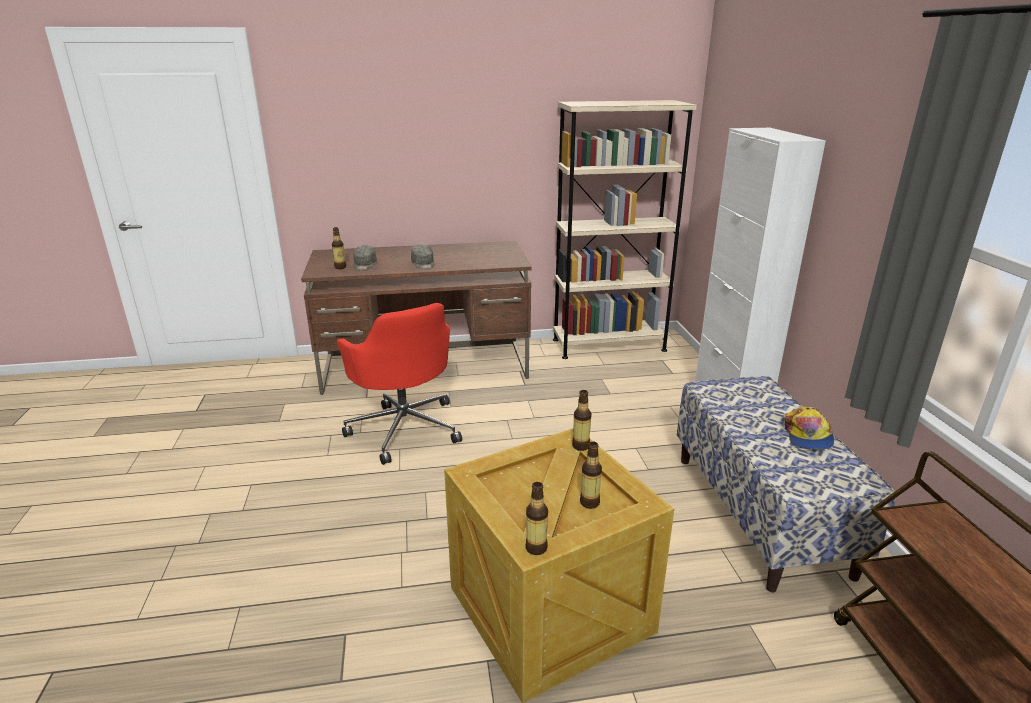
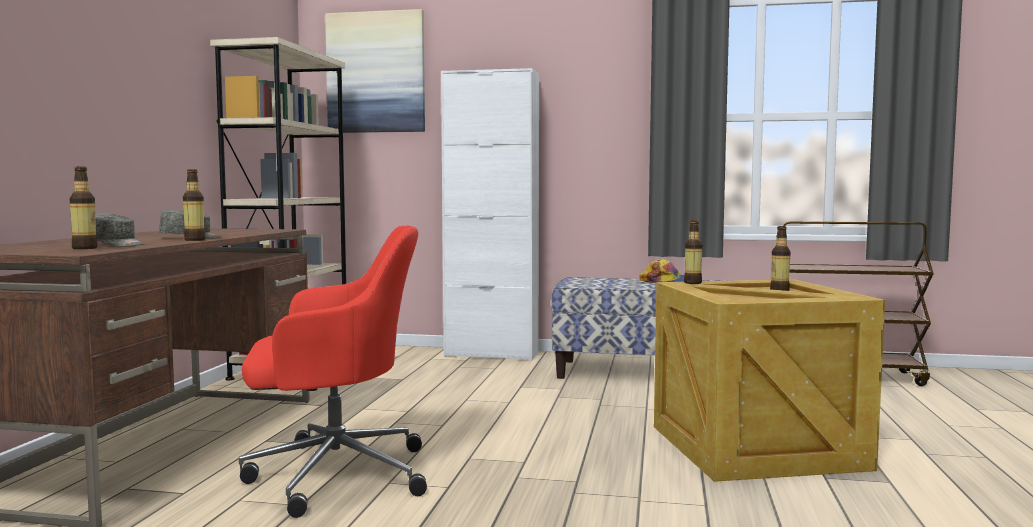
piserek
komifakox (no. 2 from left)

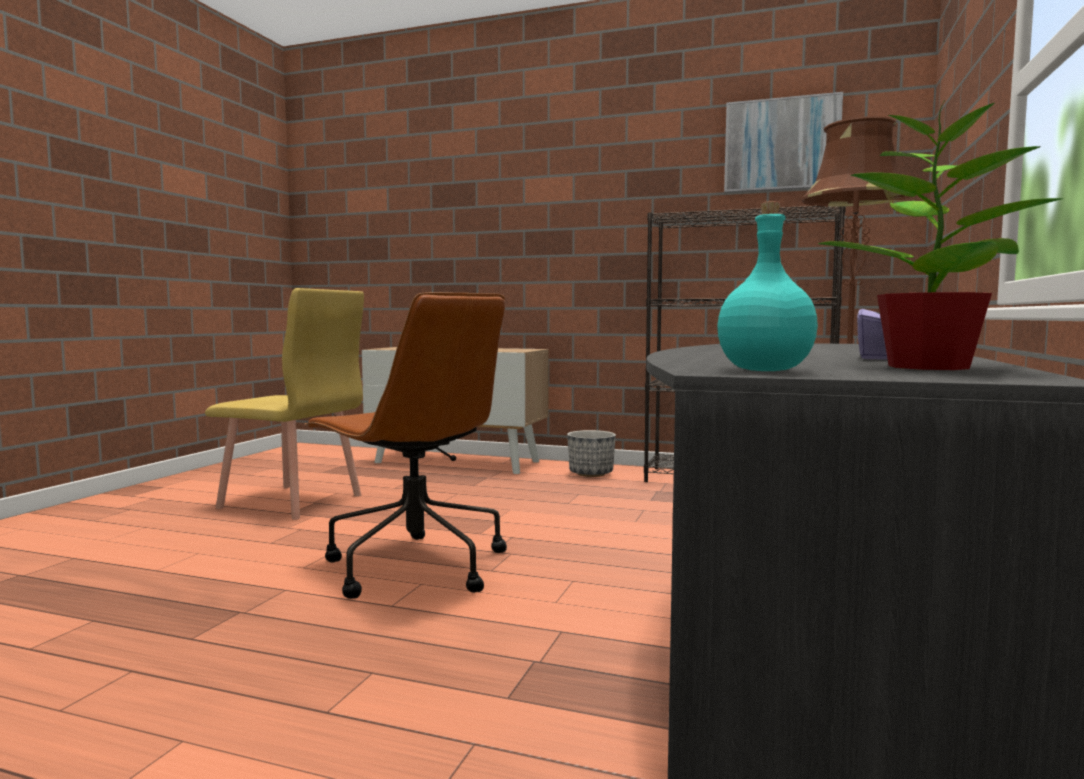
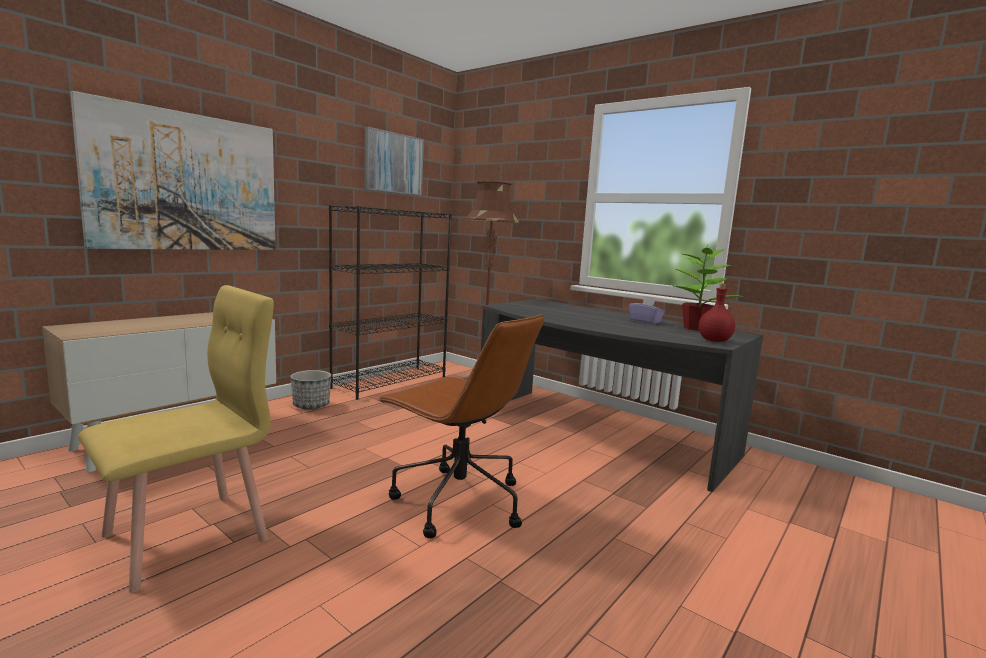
piserek (no. 1 from left)
red komifakox
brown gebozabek

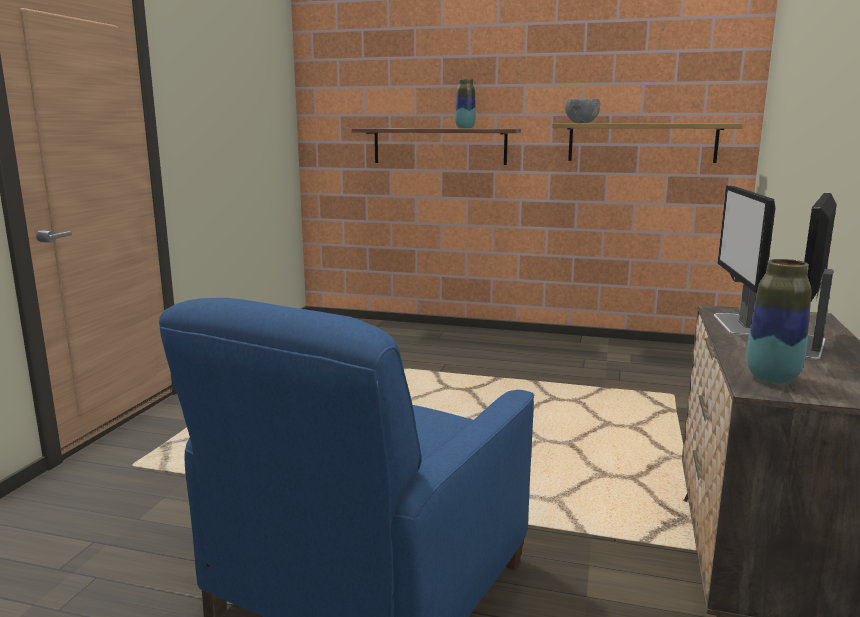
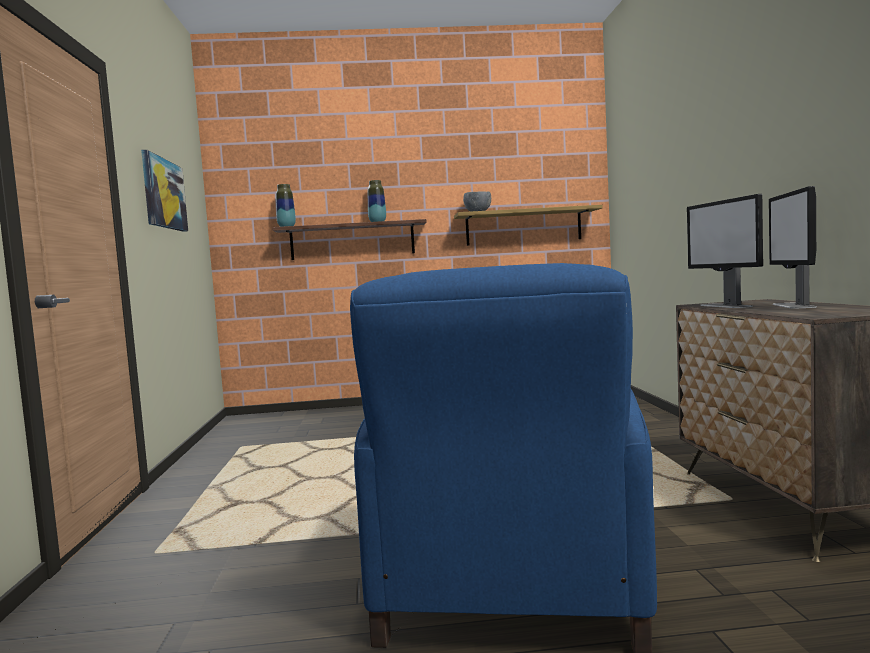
piserek
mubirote (no. 1 from left)

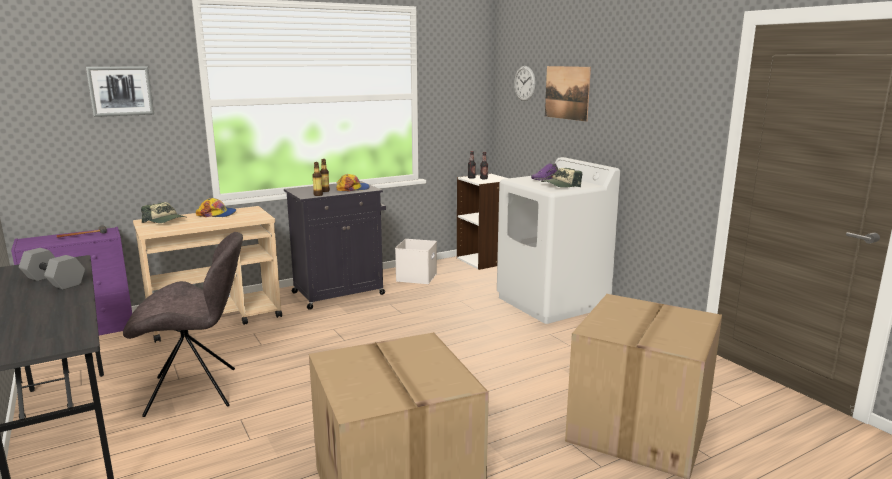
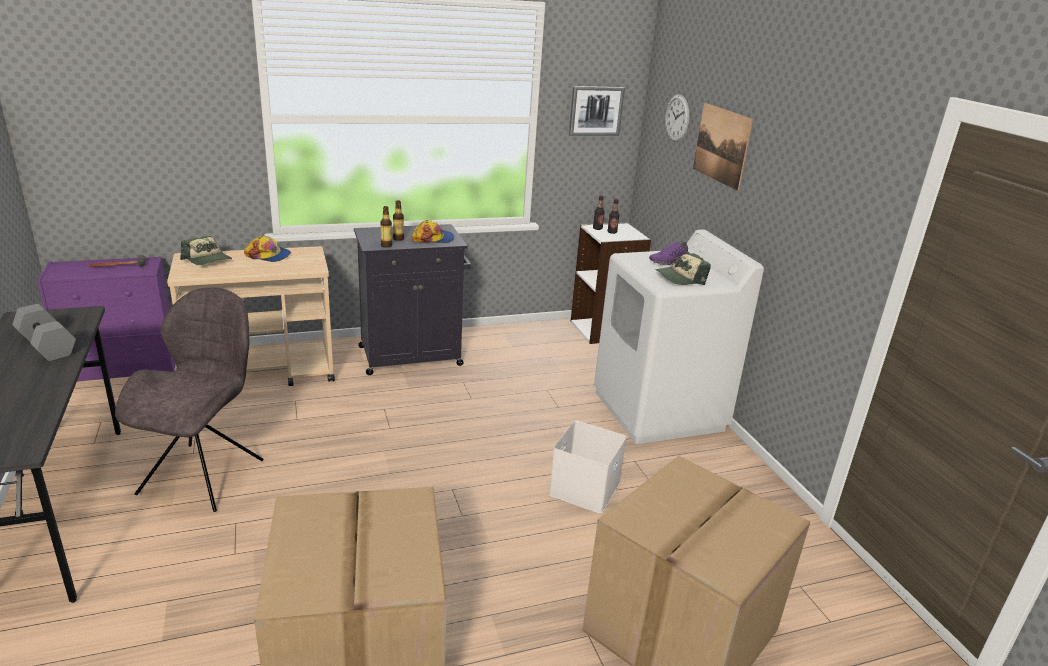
piserek (no. 1 from left)
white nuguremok
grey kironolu

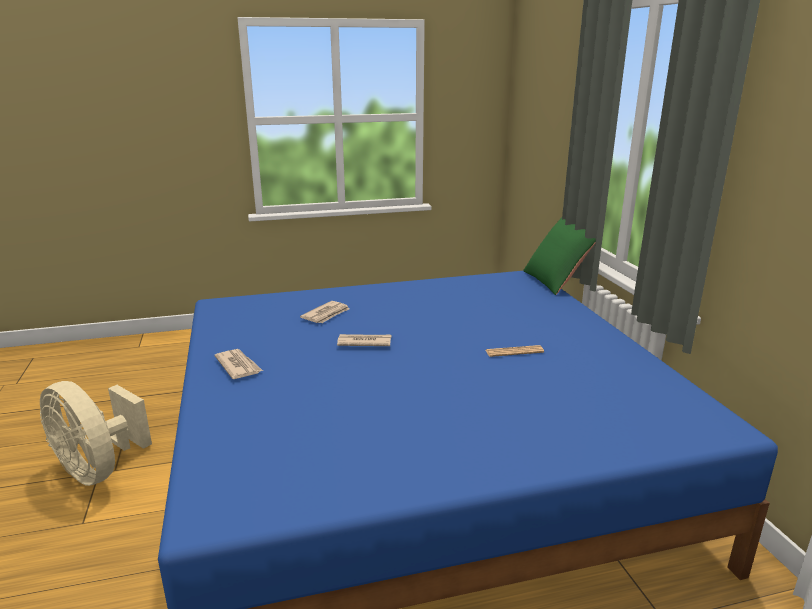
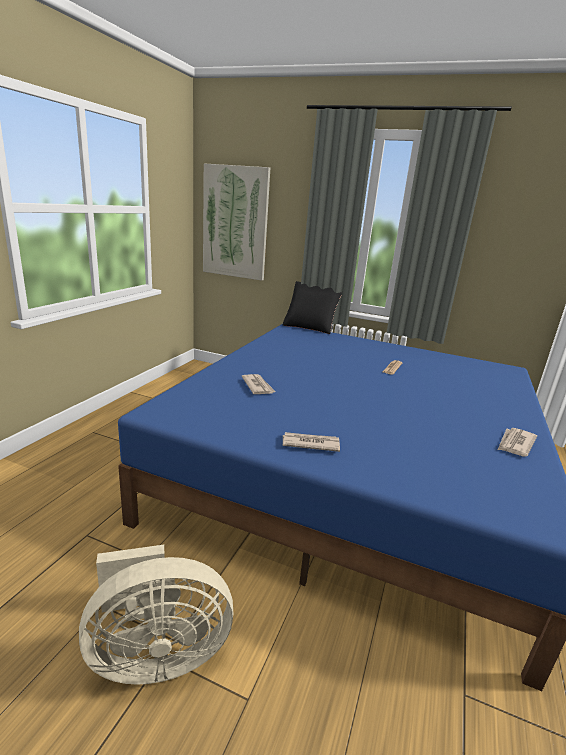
piserek
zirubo (no. 4 from left)
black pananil

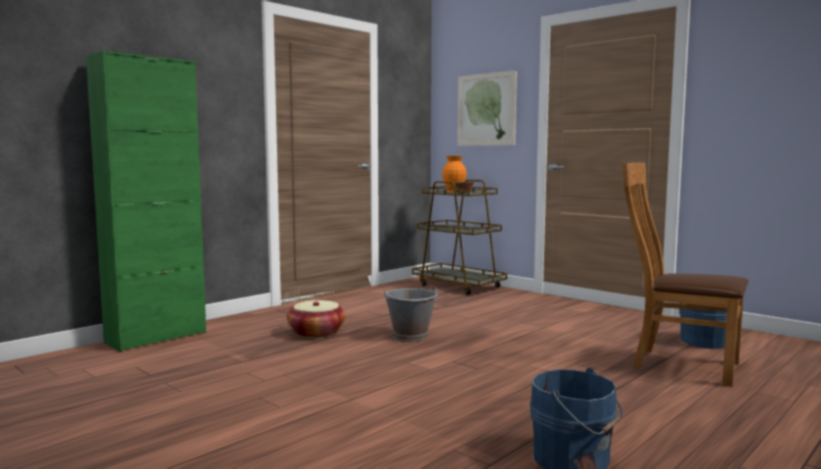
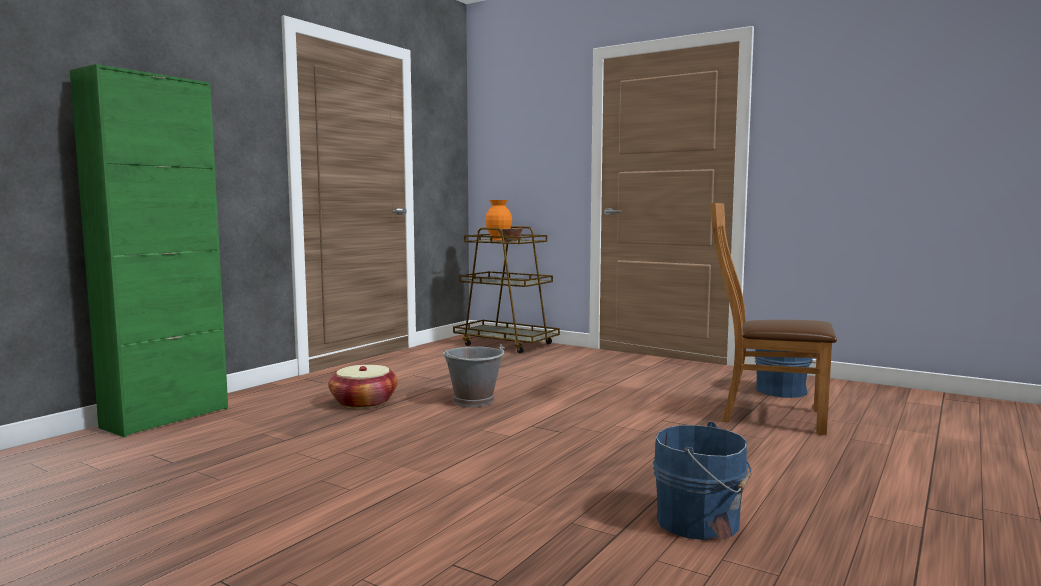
piserek

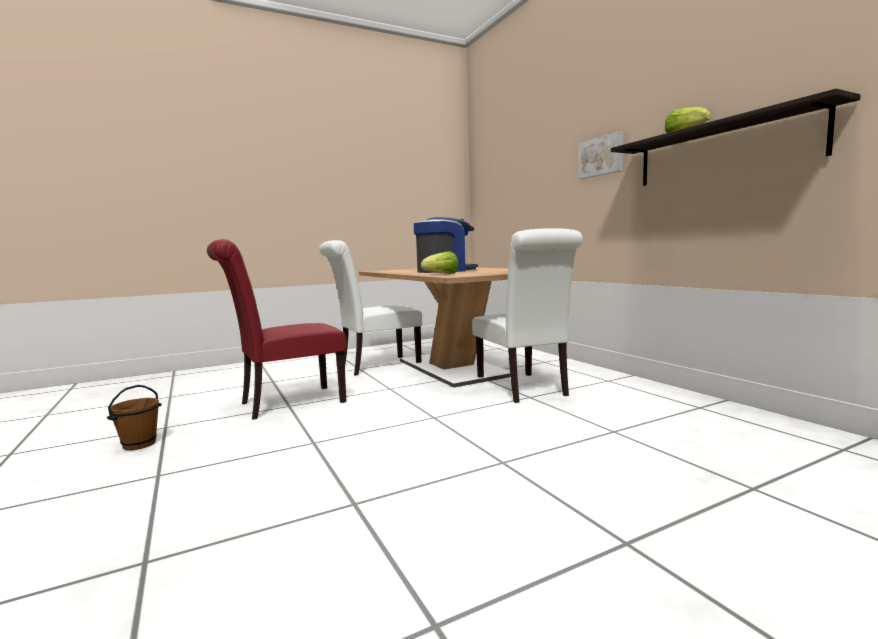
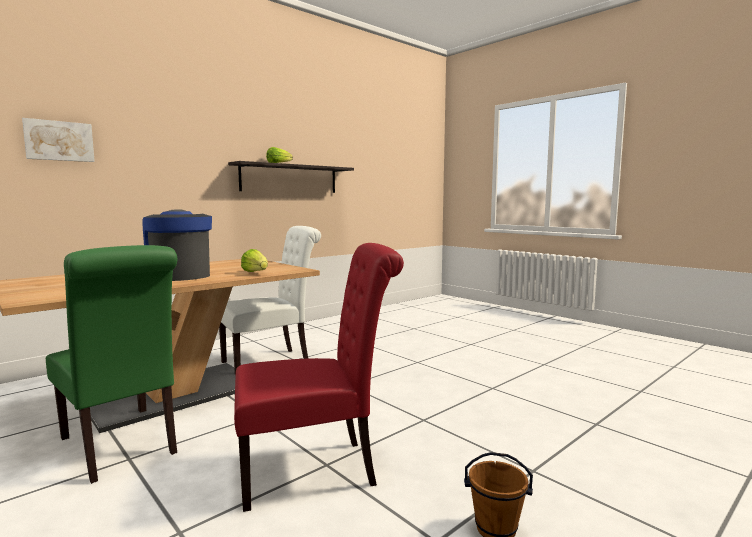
piserek
green kironolu
red kironolu

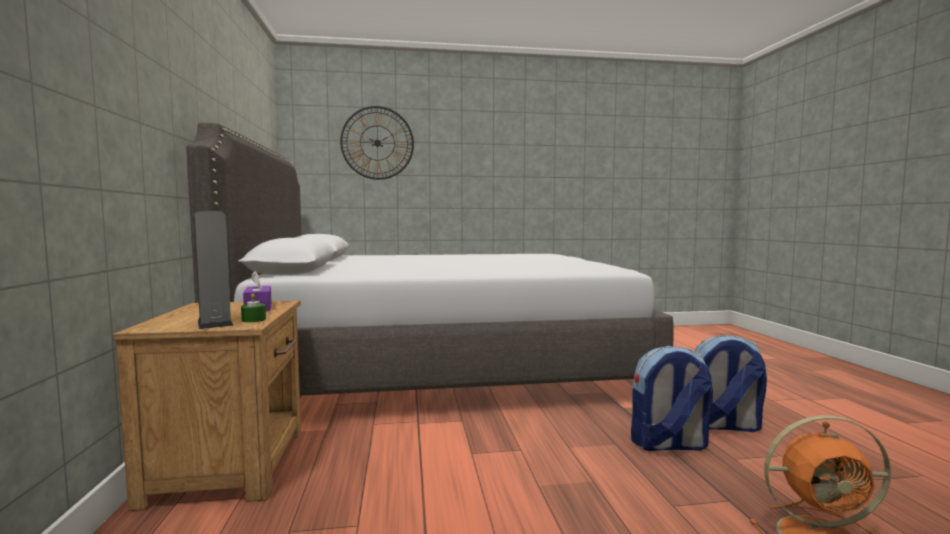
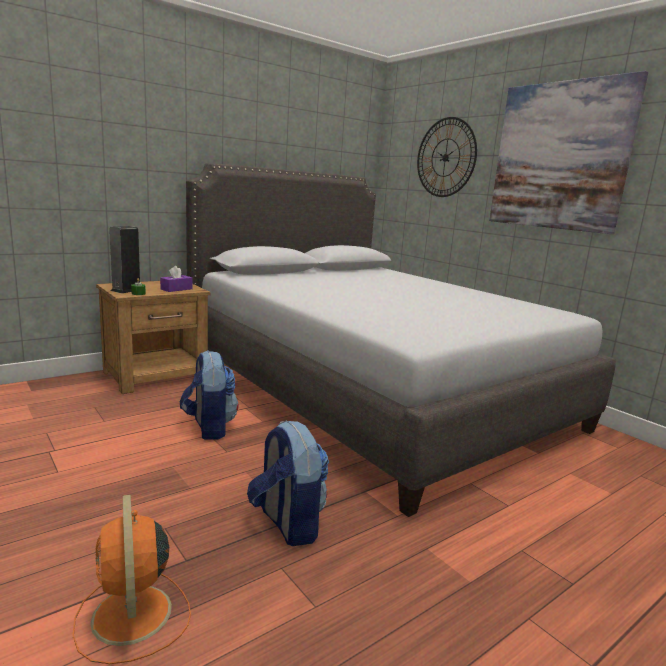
piserek
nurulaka (no. 1 from left)

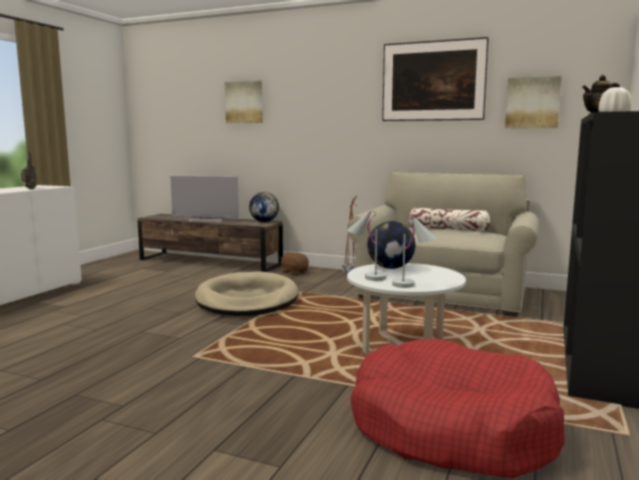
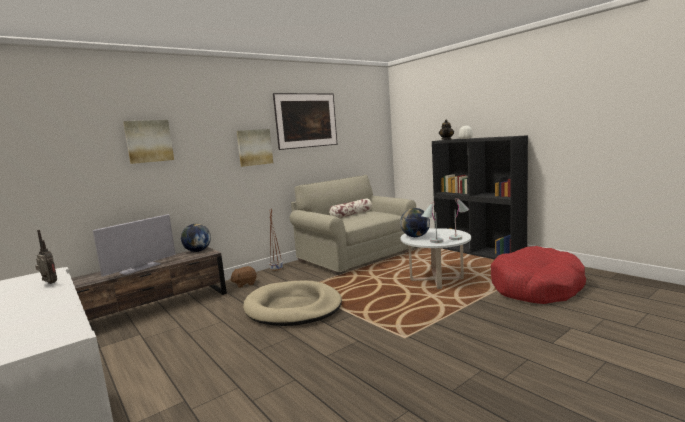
piserek (no. 2 from left)

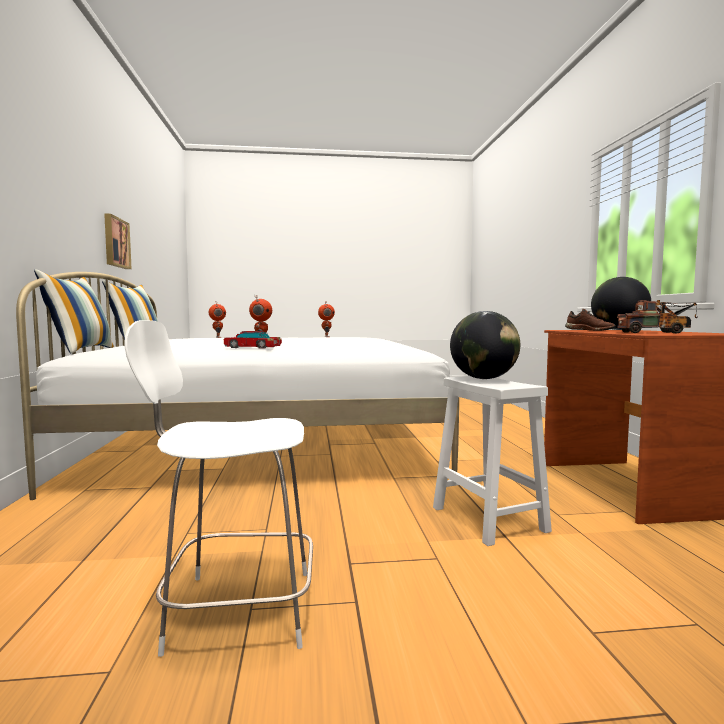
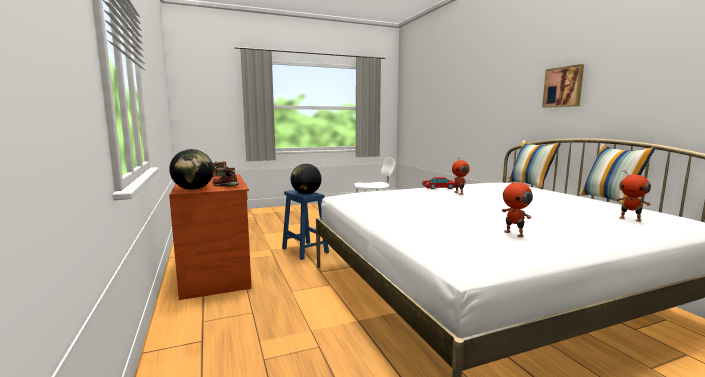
piserek
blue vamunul

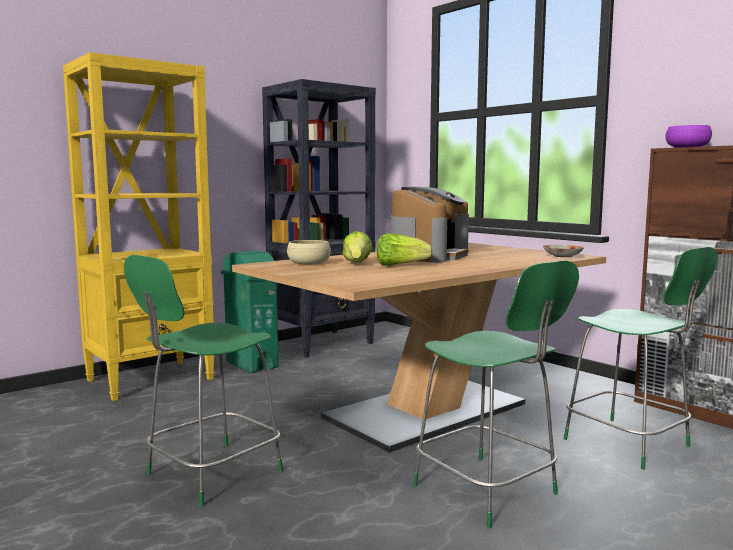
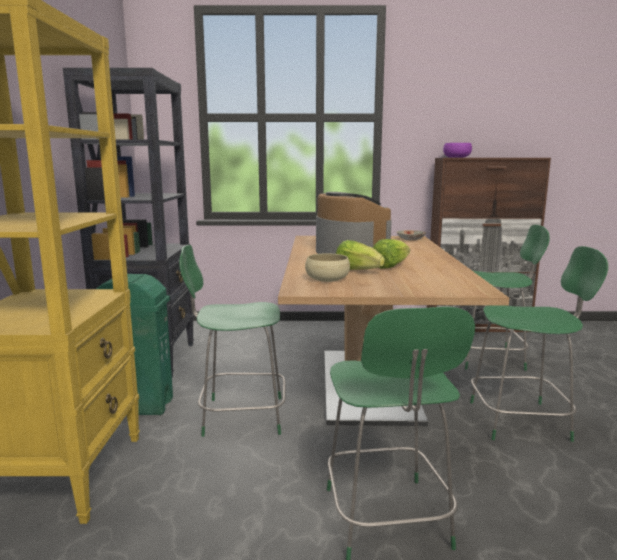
green kironolu (no. 1 from left)

